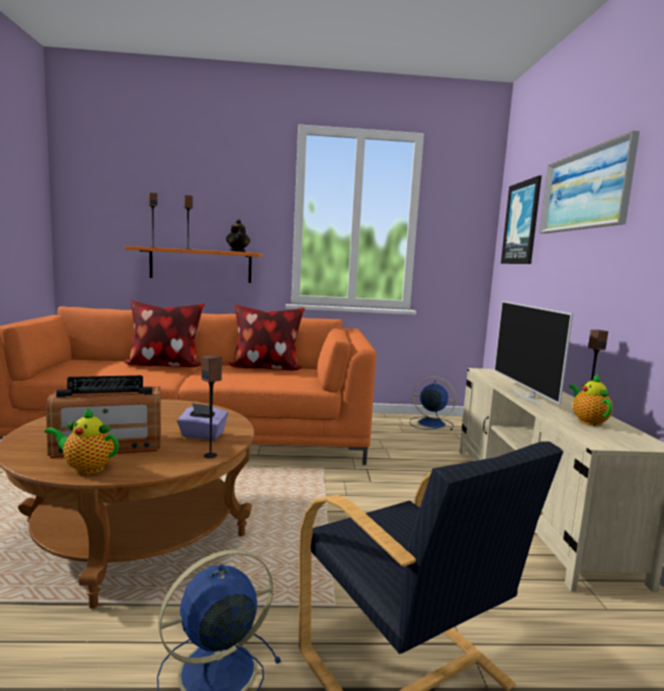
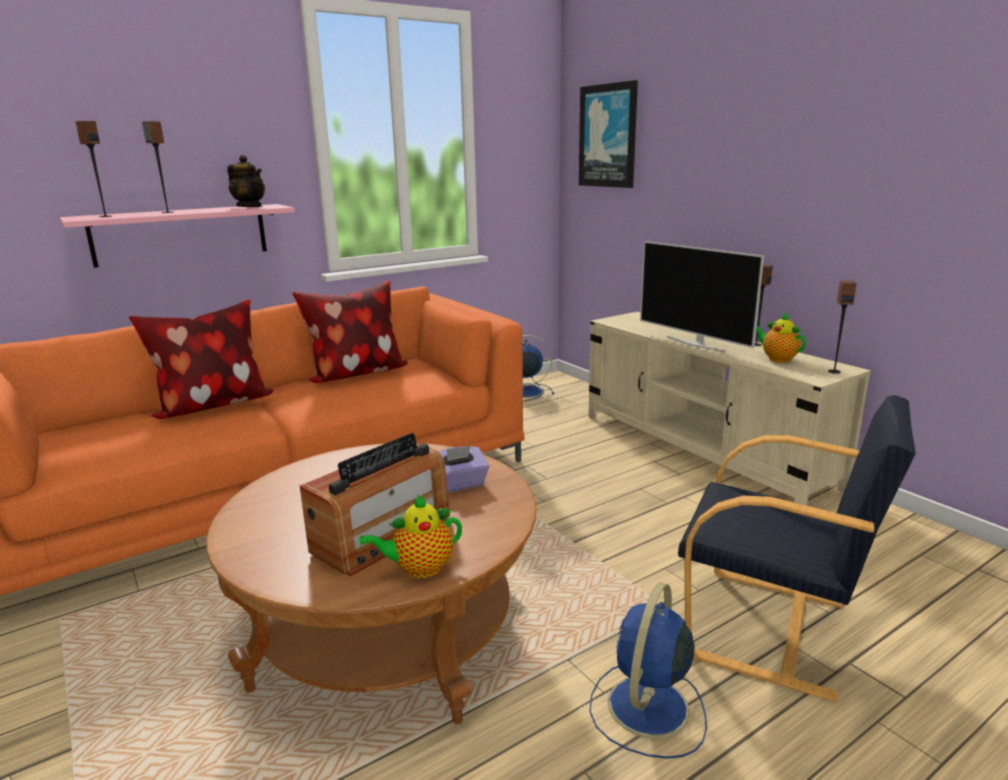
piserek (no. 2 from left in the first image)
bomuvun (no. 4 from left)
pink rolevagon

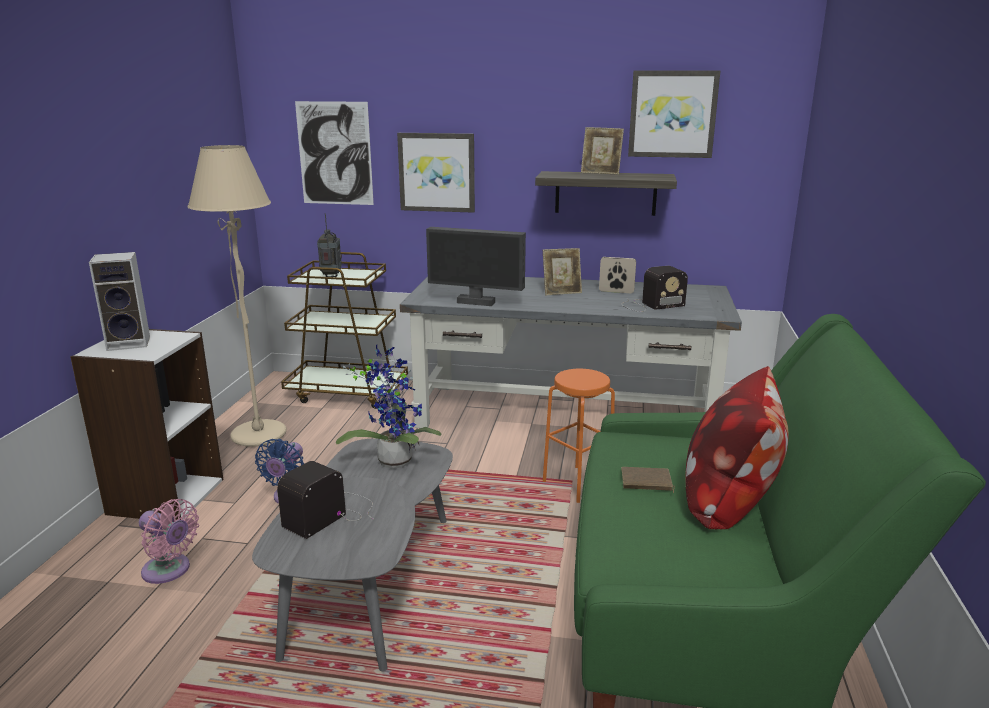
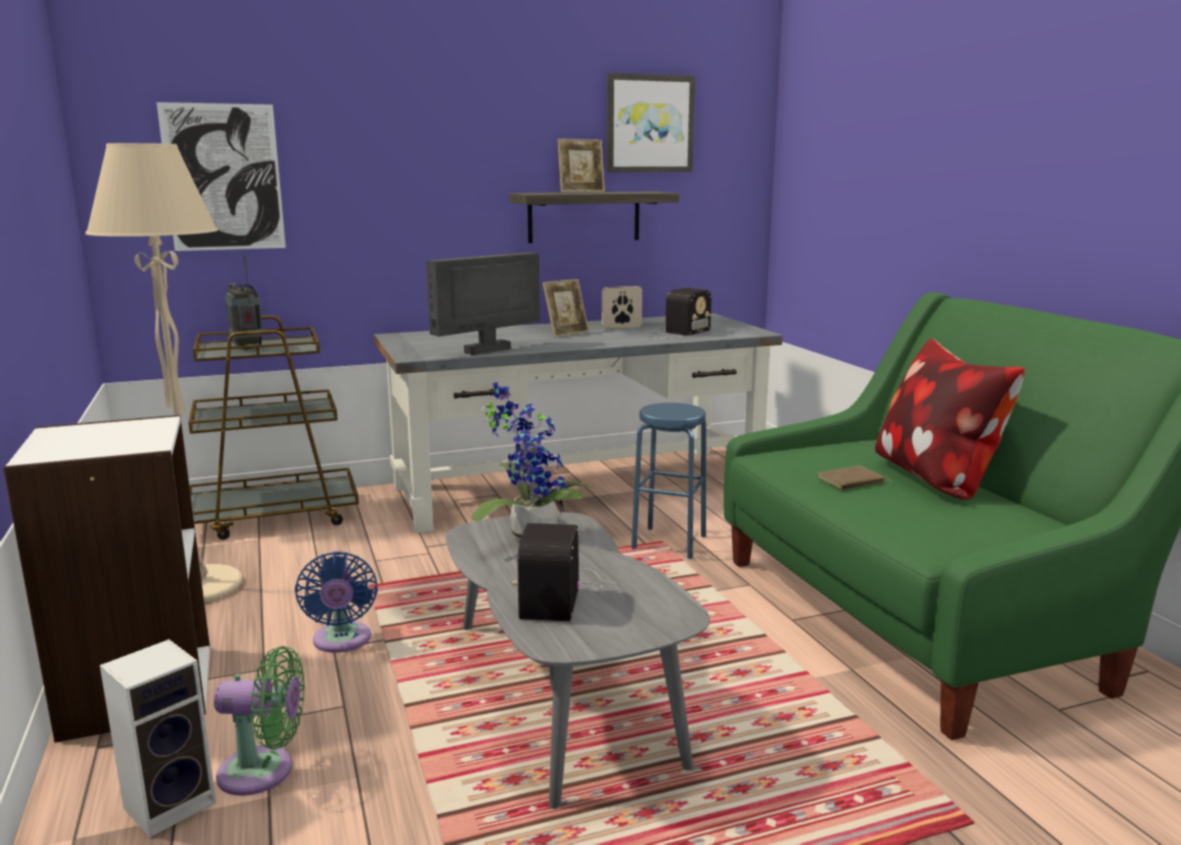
piserek (no. 2 from left in the first image)
bomuvun
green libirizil
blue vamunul
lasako

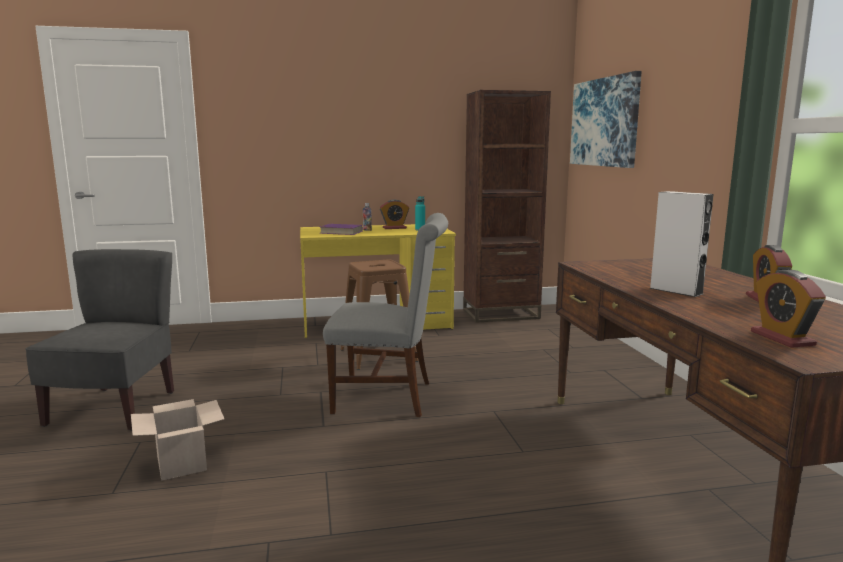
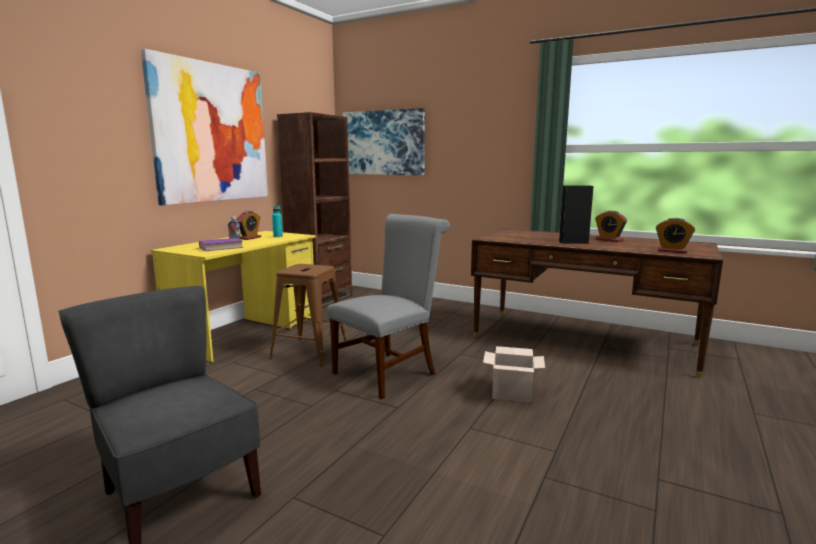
piserek (no. 1 from left)
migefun
black bomuvun

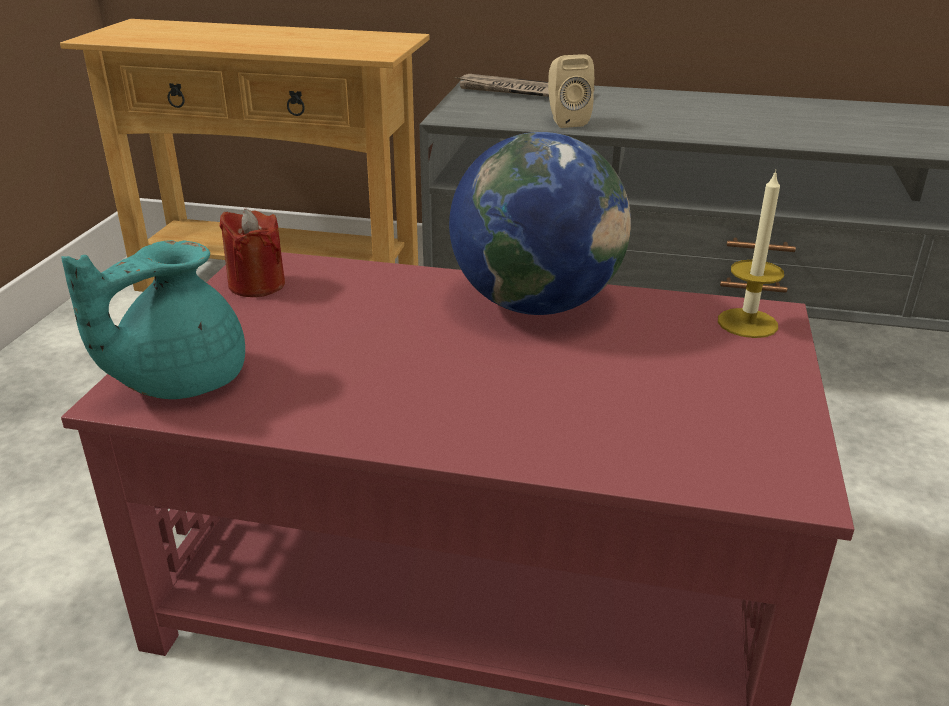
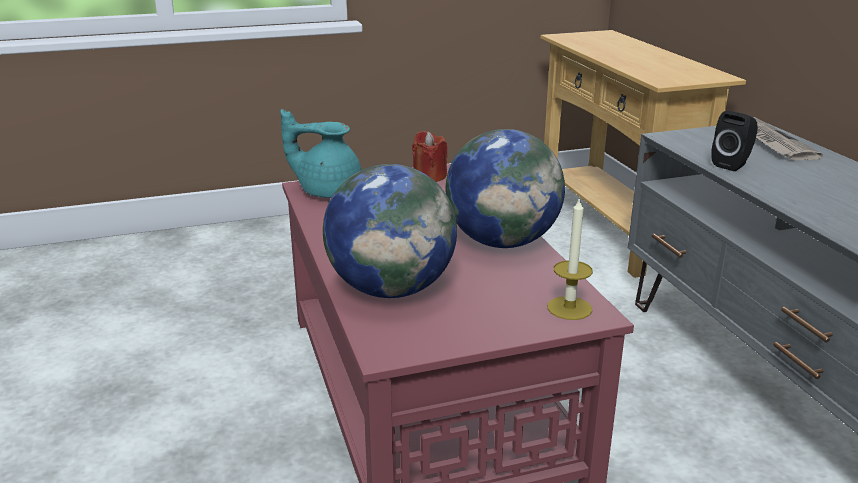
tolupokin (no. 1 from left)
black bomuvun

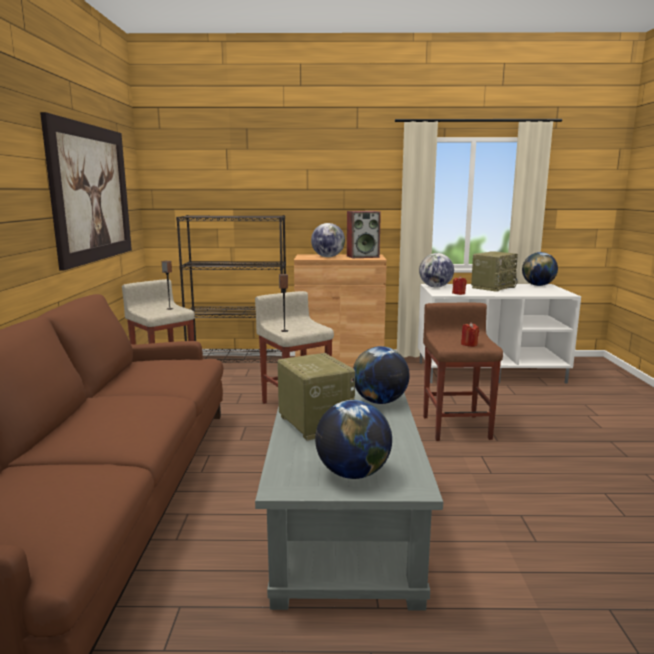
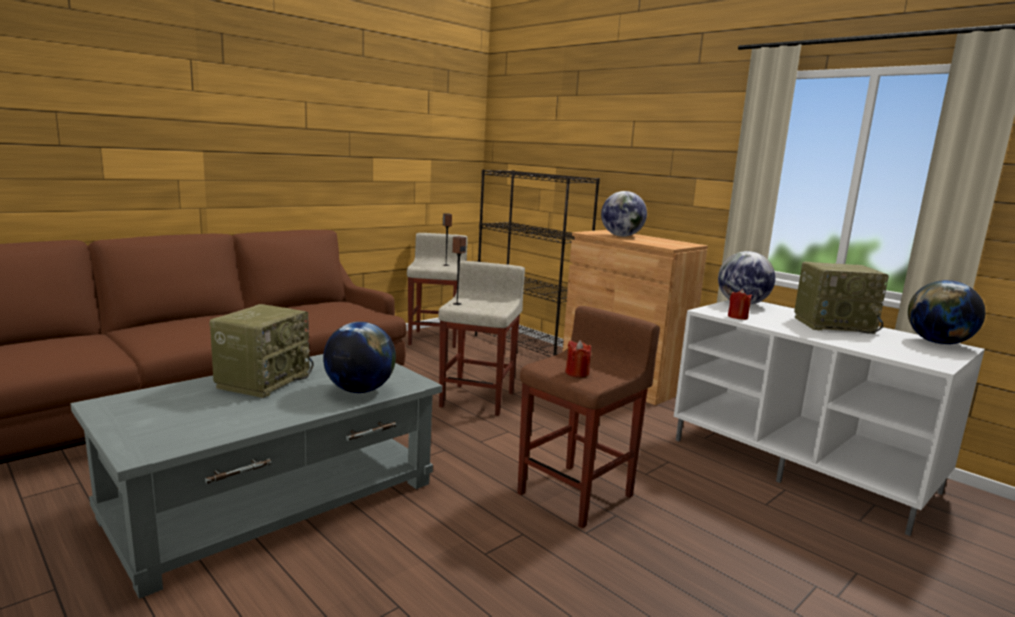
piserek
tolupokin (no. 2 from left in the first image)
bomuvun (no. 3 from left in the first image)

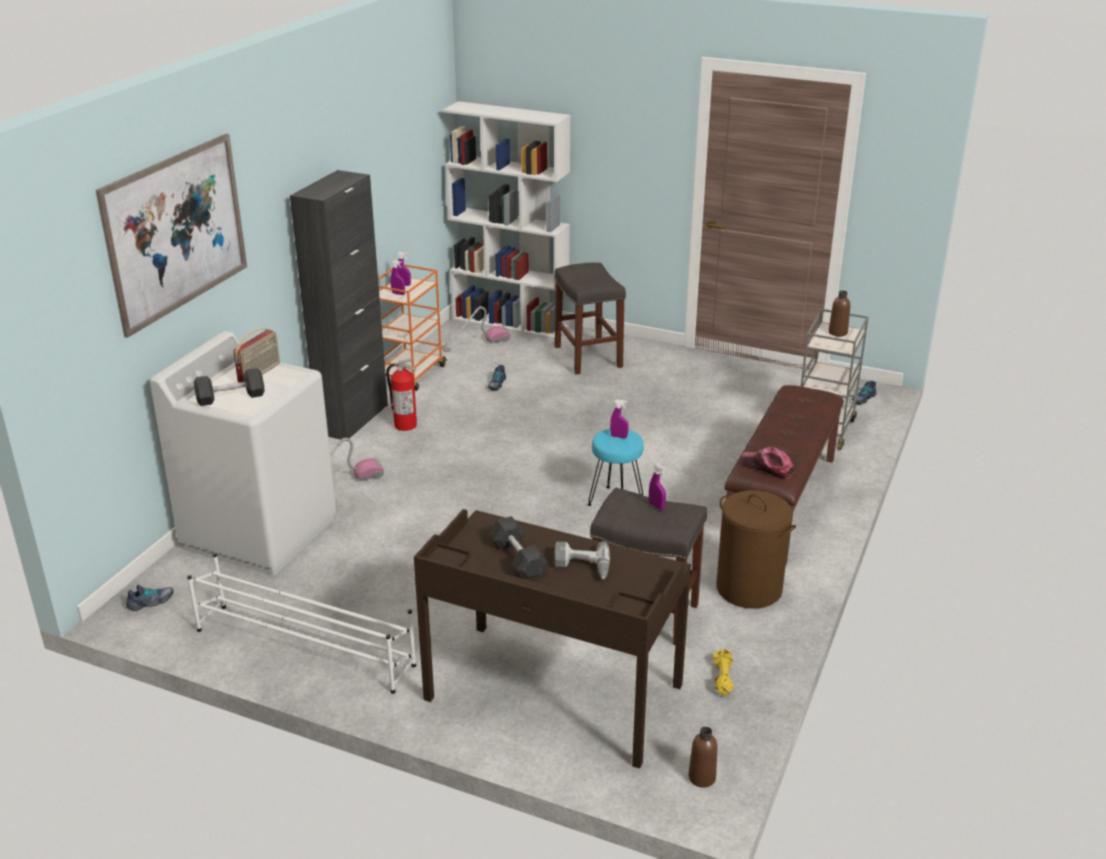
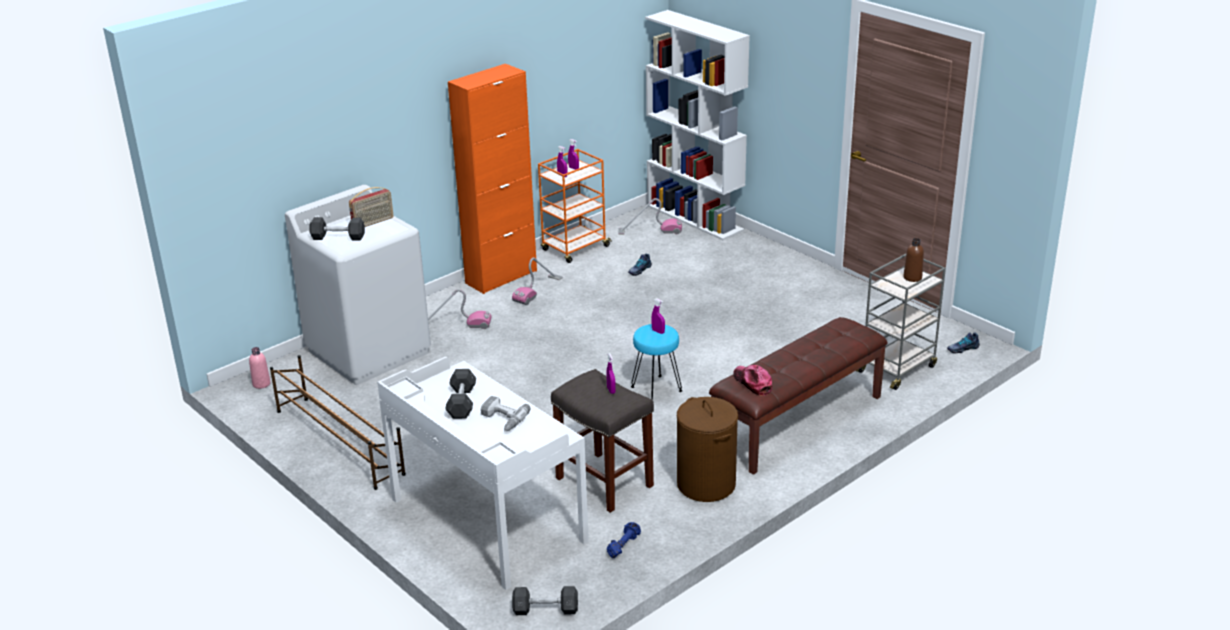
piserek
grey vamunul (no. 1 from left in the first image)
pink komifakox
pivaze (no. 2 from left)
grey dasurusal (no. 3 from left)
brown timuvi
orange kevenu
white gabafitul
blue dasurusal

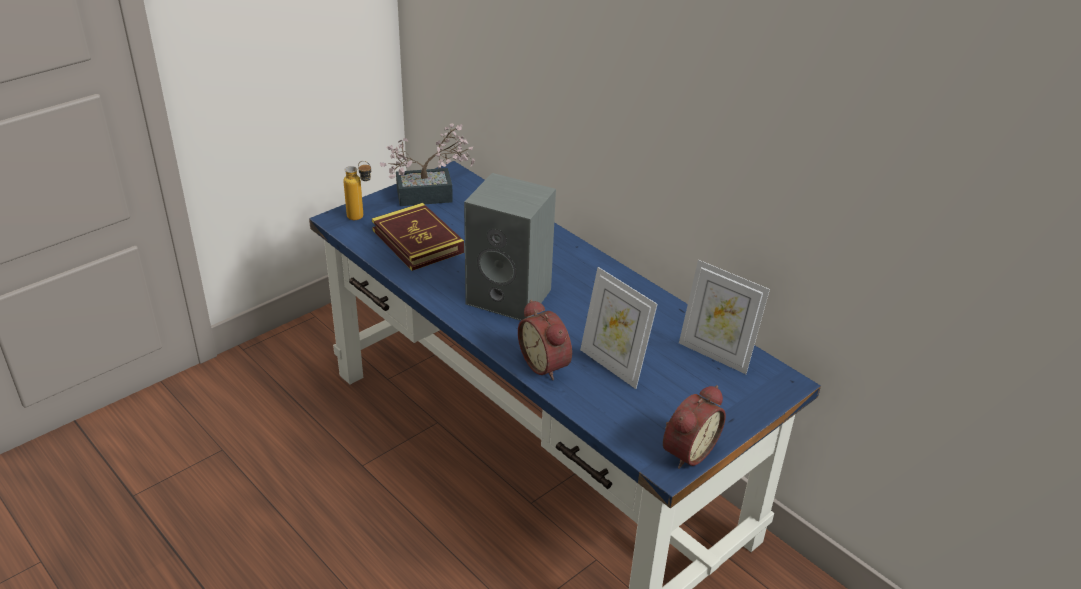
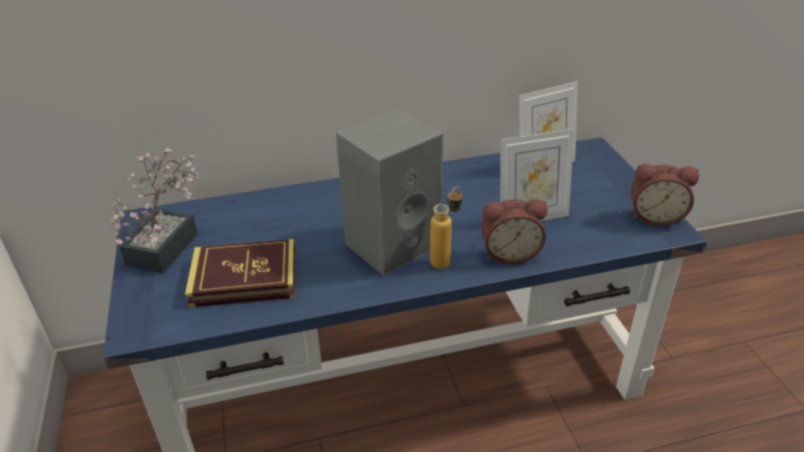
komifakox
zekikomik (no. 2 from left)

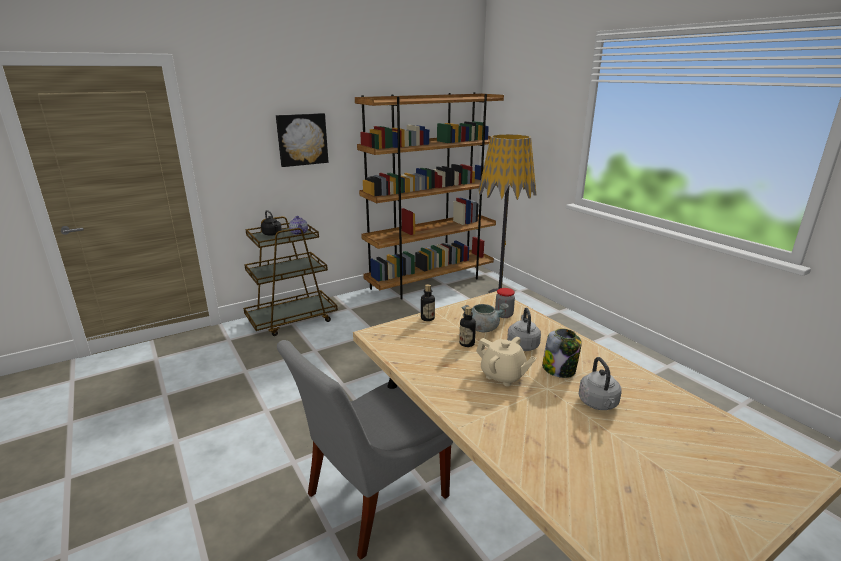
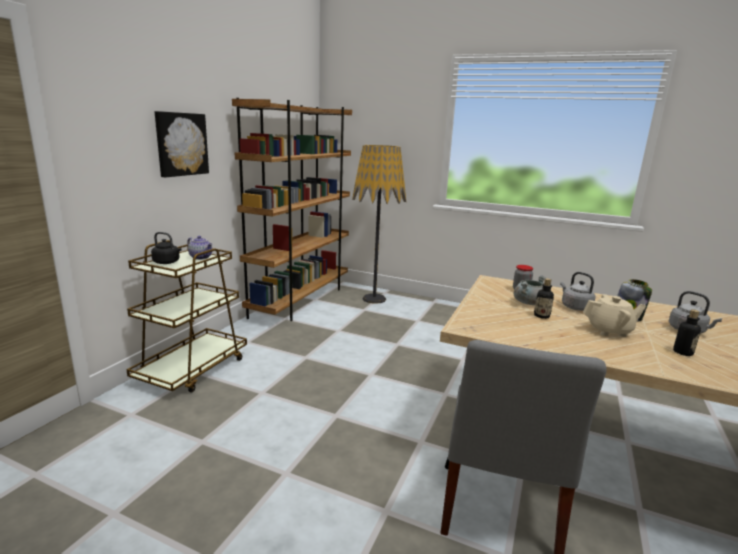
komifakox (no. 2 from left)

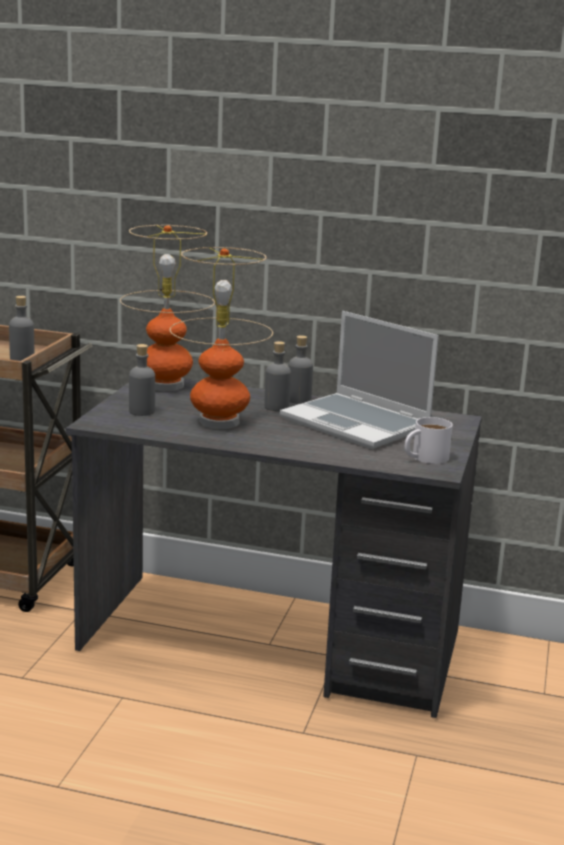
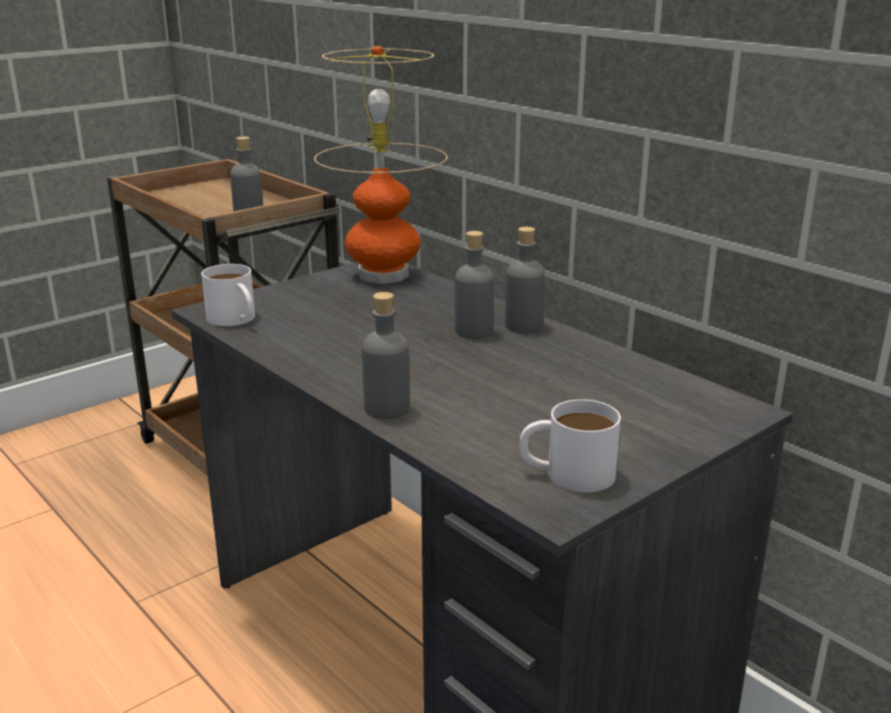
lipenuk (no. 2 from left in the first image)
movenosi
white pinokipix (no. 1 from left)
grey komifakox (no. 2 from left)

